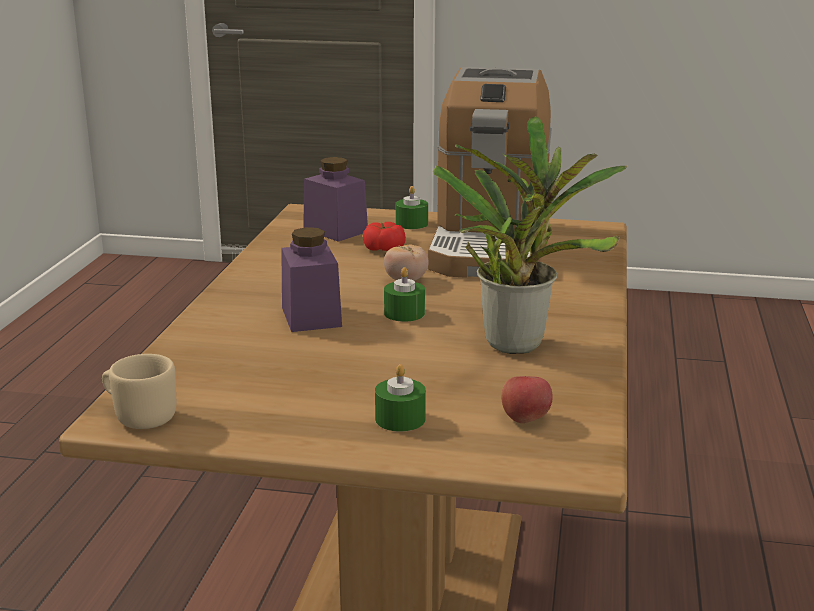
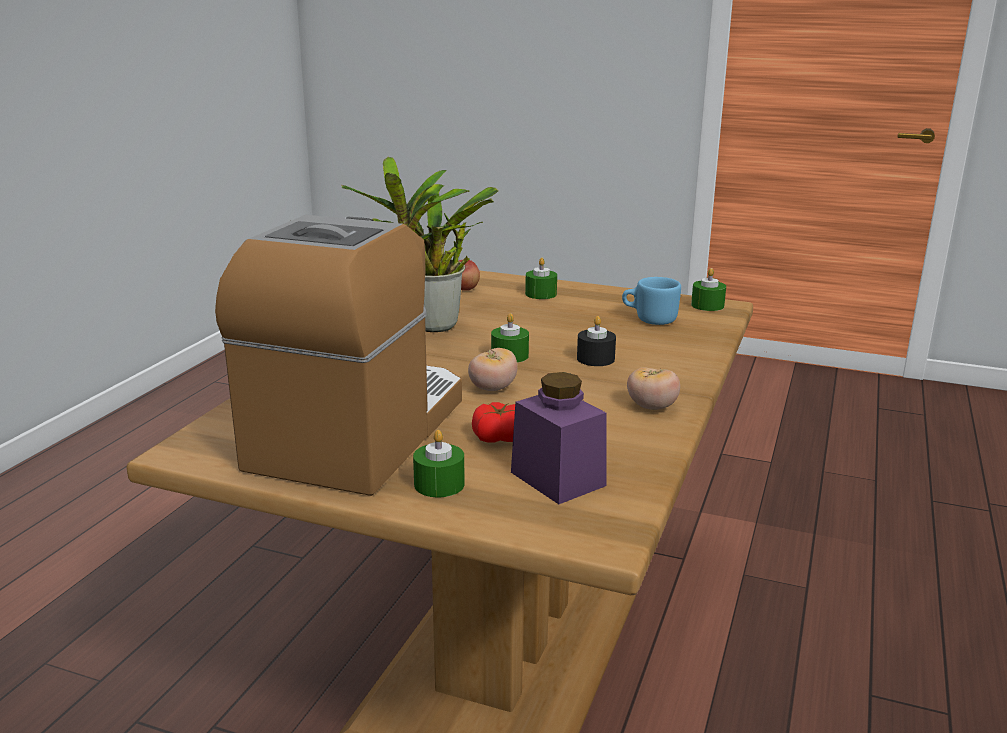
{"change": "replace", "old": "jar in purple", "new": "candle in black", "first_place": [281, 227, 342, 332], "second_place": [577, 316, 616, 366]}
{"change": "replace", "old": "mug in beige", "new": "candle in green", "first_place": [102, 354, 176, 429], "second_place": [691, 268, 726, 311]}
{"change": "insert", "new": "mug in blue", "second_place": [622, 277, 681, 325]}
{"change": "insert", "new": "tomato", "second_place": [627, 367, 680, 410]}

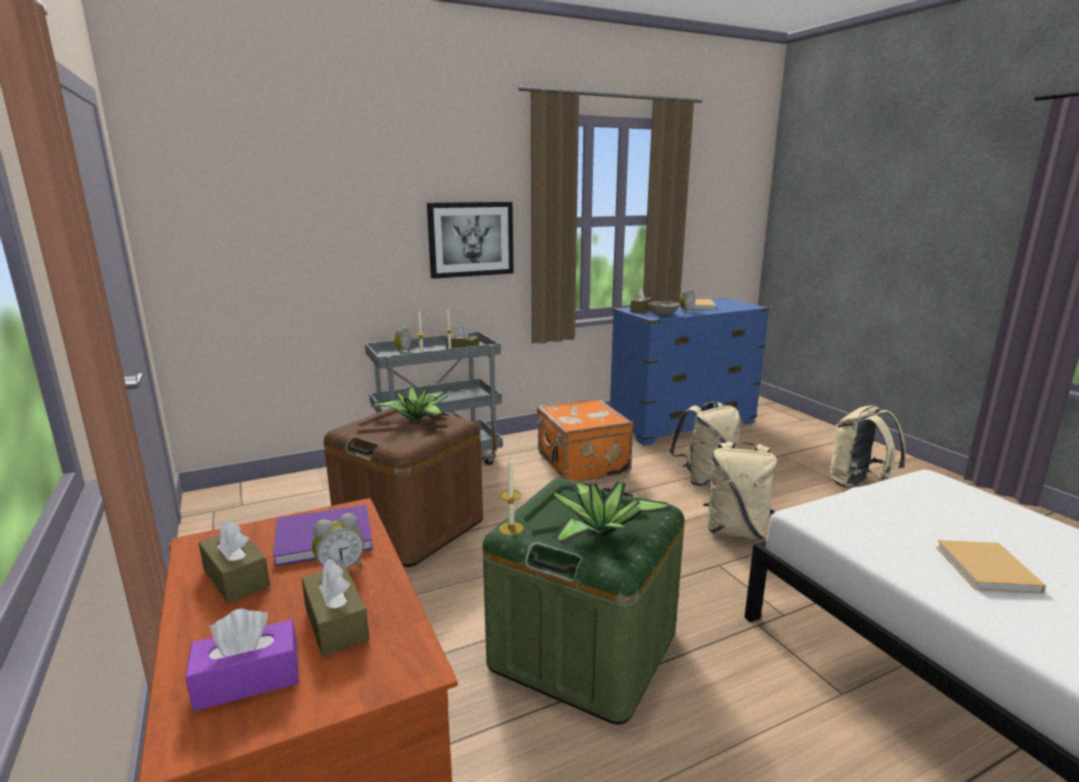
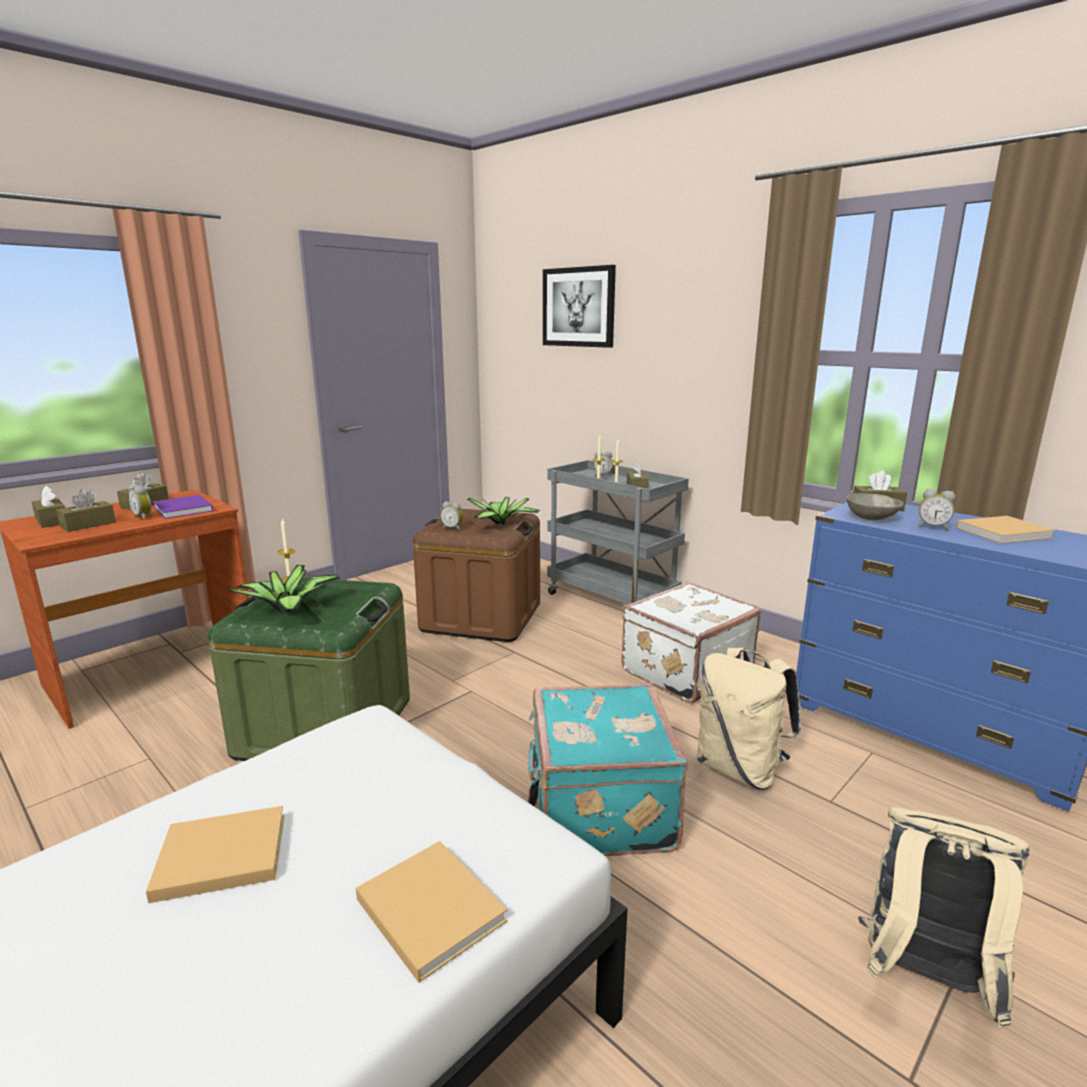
{"change": "move", "old": "picture", "first_place": [427, 202, 514, 279], "second_place": [543, 265, 616, 348]}
{"change": "recolor", "old": "suitcase in orange", "new": "suitcase in white", "first_place": [537, 398, 633, 482], "second_place": [621, 582, 762, 703]}
{"change": "replace", "old": "backpack in beige", "new": "suitcase in turquoise", "first_place": [703, 441, 777, 539], "second_place": [528, 684, 688, 856]}
{"change": "recolor", "old": "tissue box in purple", "new": "tissue box in brown", "first_place": [185, 609, 299, 711], "second_place": [32, 486, 65, 528]}
{"change": "insert", "new": "alarm clock", "second_place": [441, 502, 463, 530]}
{"change": "insert", "new": "book in beige", "second_place": [356, 841, 507, 983]}

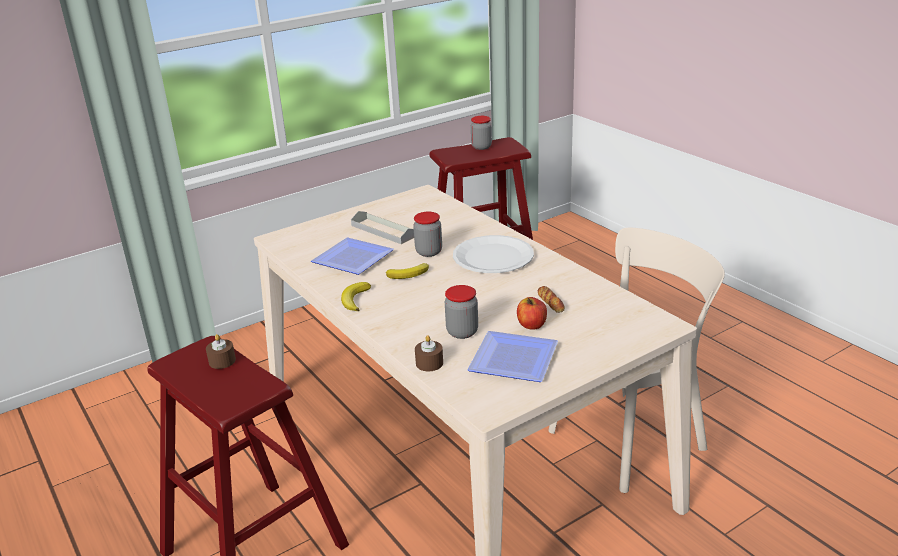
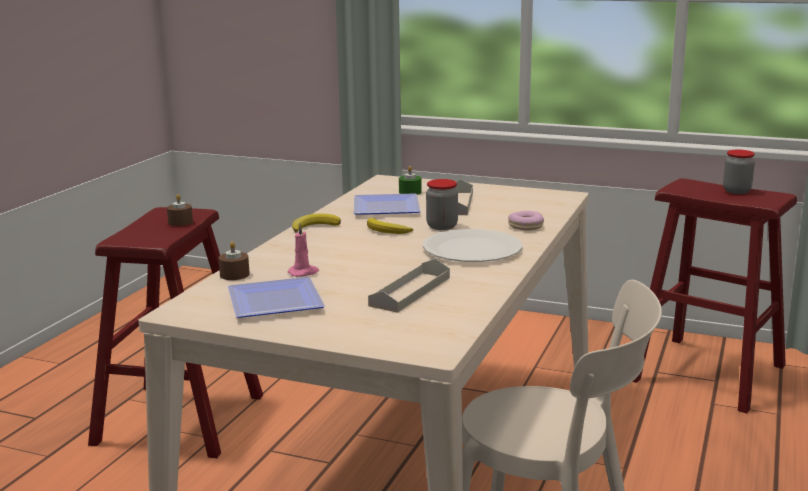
{"change": "replace", "old": "jar", "new": "candle in pink", "first_place": [445, 285, 478, 339], "second_place": [288, 223, 319, 277]}
{"change": "replace", "old": "bread", "new": "tray in grey", "first_place": [538, 286, 565, 313], "second_place": [368, 259, 450, 313]}
{"change": "delete", "old": "apple", "first_place": [517, 297, 547, 330]}
{"change": "insert", "new": "candle in green", "second_place": [399, 166, 422, 195]}
{"change": "insert", "new": "donut", "second_place": [508, 211, 544, 230]}

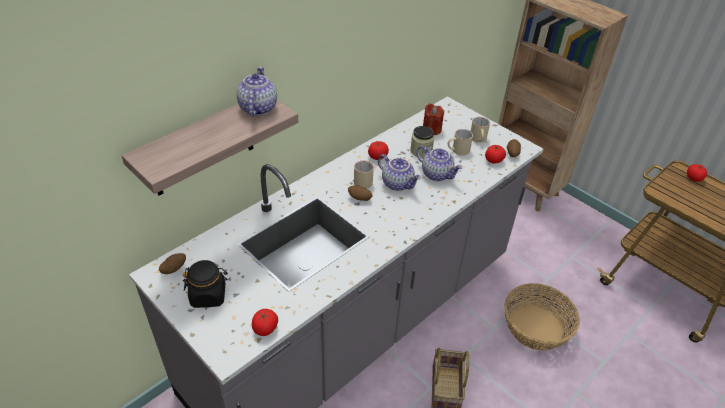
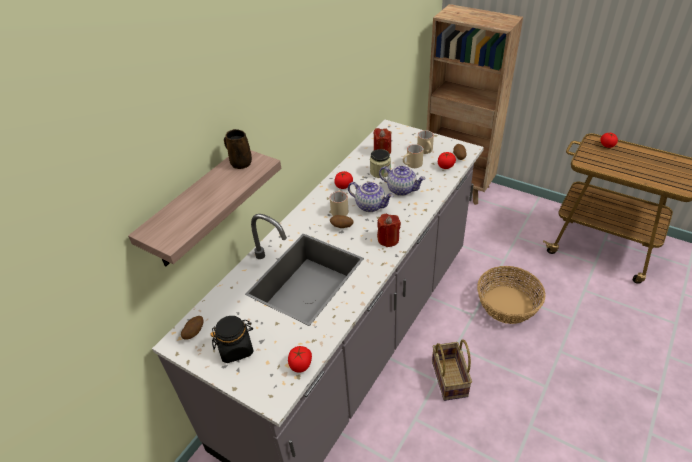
{"change": "replace", "old": "teapot", "new": "mug in brown", "first_place": [237, 66, 277, 116], "second_place": [224, 129, 252, 169]}
{"change": "insert", "new": "candle in red", "second_place": [377, 214, 401, 247]}

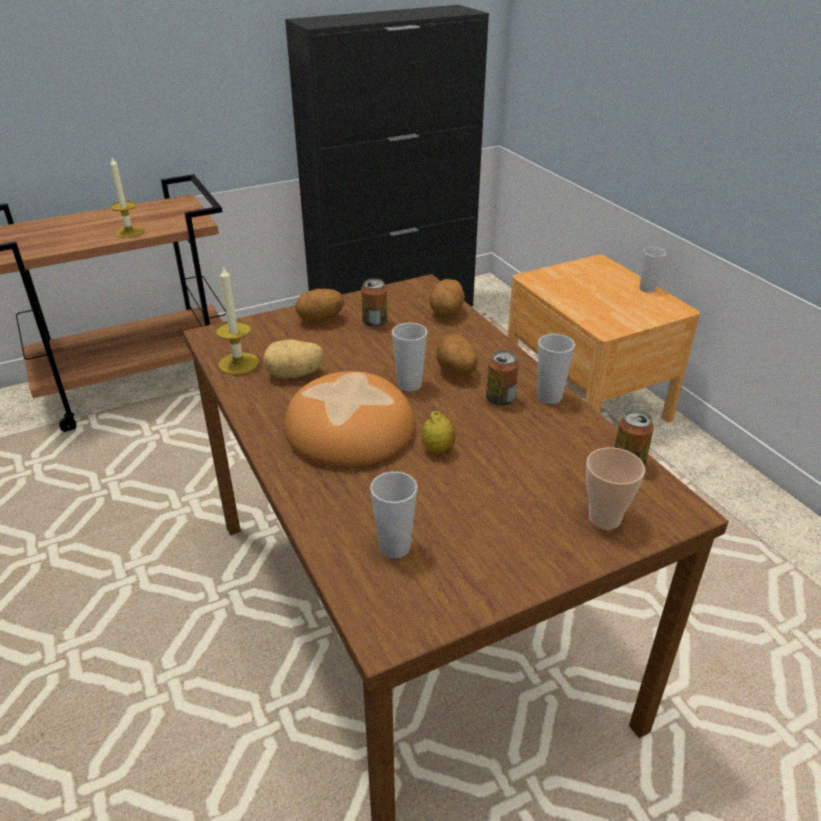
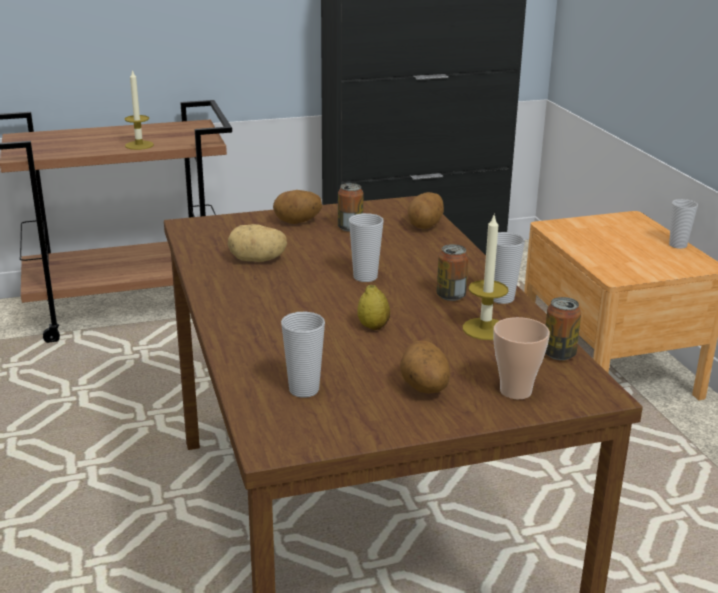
{"change": "move", "old": "candle", "first_place": [216, 265, 259, 375], "second_place": [463, 213, 508, 340]}
{"change": "move", "old": "potato", "first_place": [437, 334, 478, 375], "second_place": [400, 341, 450, 394]}
{"change": "delete", "old": "bread", "first_place": [284, 371, 415, 468]}

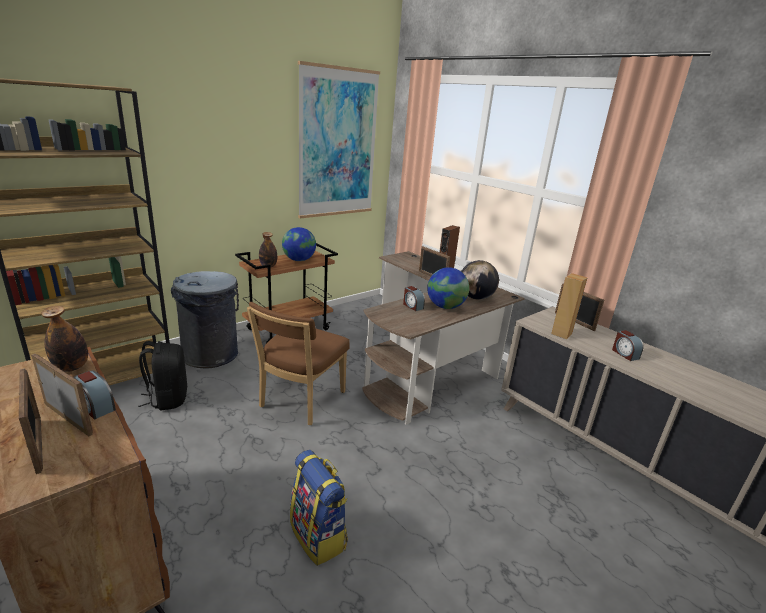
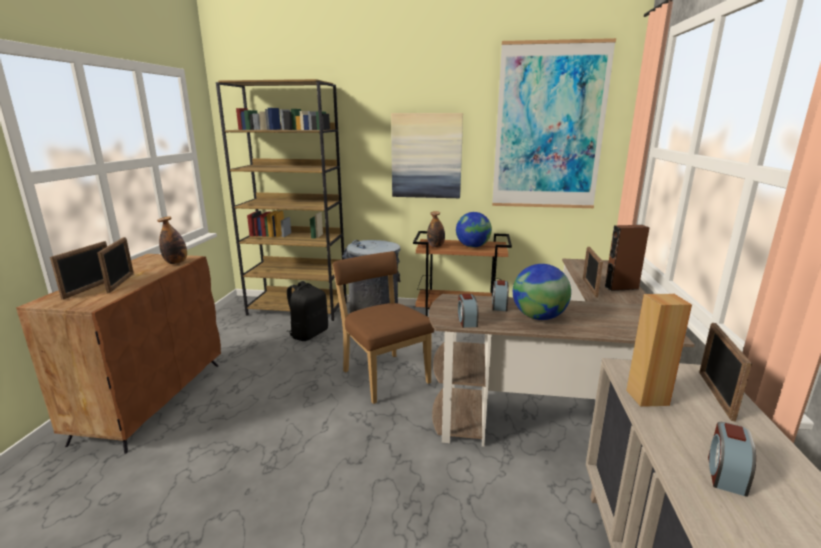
{"change": "delete", "old": "globe", "first_place": [461, 260, 499, 300]}
{"change": "rotate", "old": "chair in brown", "first_place": [247, 302, 350, 425], "second_place": [332, 251, 434, 404], "degrees": 75}
{"change": "move", "old": "alarm clock", "first_place": [73, 371, 116, 419], "second_place": [458, 294, 479, 328]}
{"change": "delete", "old": "backpack", "first_place": [290, 450, 348, 566]}
{"change": "insert", "new": "picture", "second_place": [391, 113, 463, 198]}

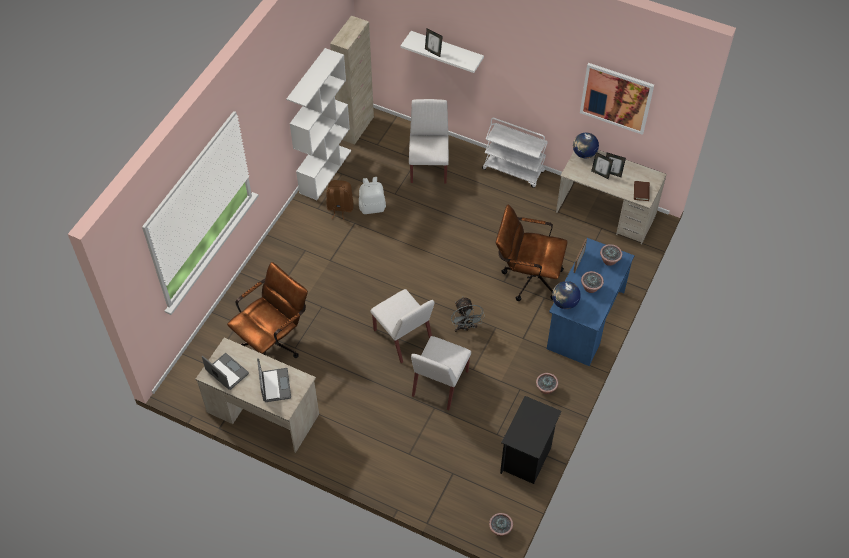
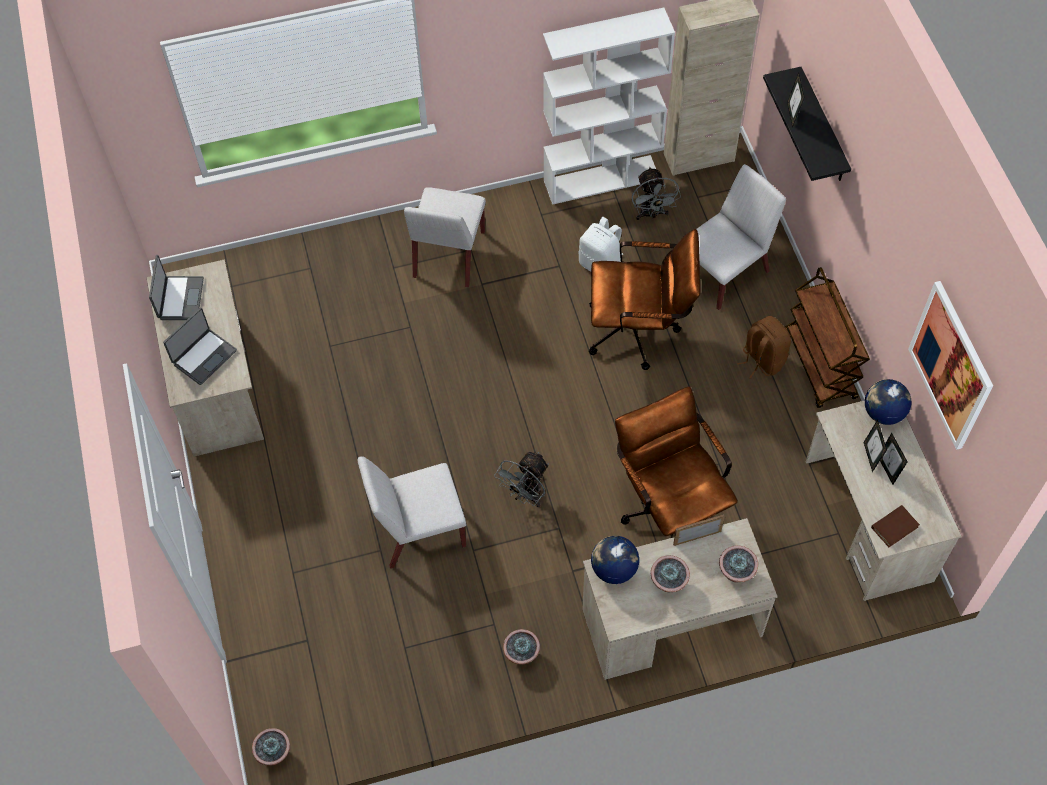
{"change": "recolor", "old": "shelf in white", "new": "shelf in black", "first_place": [400, 31, 484, 73], "second_place": [763, 67, 851, 181]}
{"change": "recolor", "old": "cart in white", "new": "cart in brown", "first_place": [482, 118, 548, 188], "second_place": [785, 267, 870, 408]}
{"change": "move", "old": "backpack in brown", "first_place": [326, 180, 354, 220], "second_place": [737, 316, 791, 379]}
{"change": "recolor", "old": "desk in blue", "new": "desk in beige", "first_place": [547, 238, 635, 366], "second_place": [582, 518, 778, 680]}
{"change": "move", "old": "office chair in brown", "first_place": [227, 262, 308, 358], "second_place": [589, 229, 701, 370]}
{"change": "move", "old": "chair in white", "first_place": [370, 289, 435, 363], "second_place": [404, 187, 486, 287]}
{"change": "delete", "old": "nightstand in black", "first_place": [500, 396, 562, 484]}
{"change": "insert", "new": "fan in grey", "second_place": [632, 167, 681, 220]}

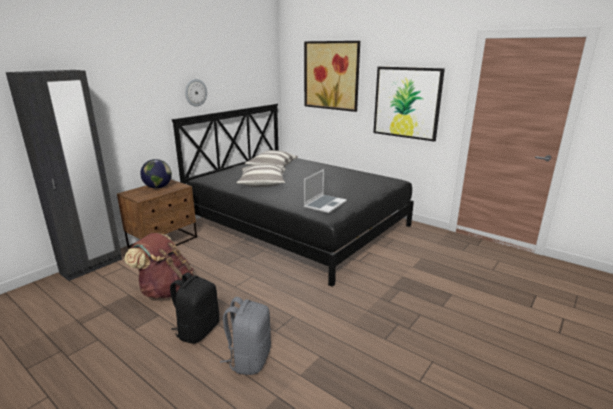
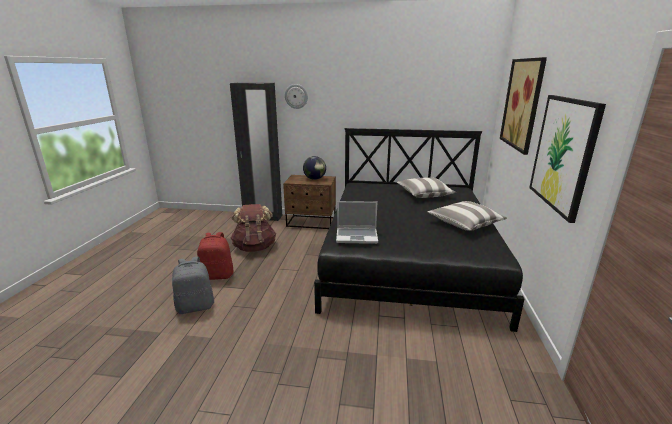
{"change": "move", "old": "wall clock", "first_place": [185, 79, 207, 106], "second_place": [285, 84, 308, 109]}
{"change": "move", "old": "pillow", "first_place": [237, 164, 286, 187], "second_place": [428, 201, 507, 231]}
{"change": "recolor", "old": "backpack in black", "new": "backpack in red", "first_place": [170, 272, 219, 344], "second_place": [197, 232, 234, 280]}

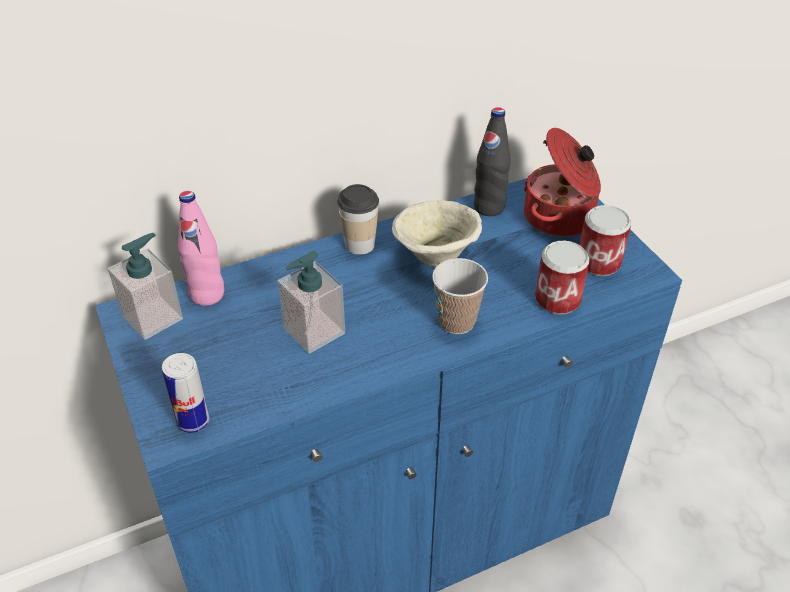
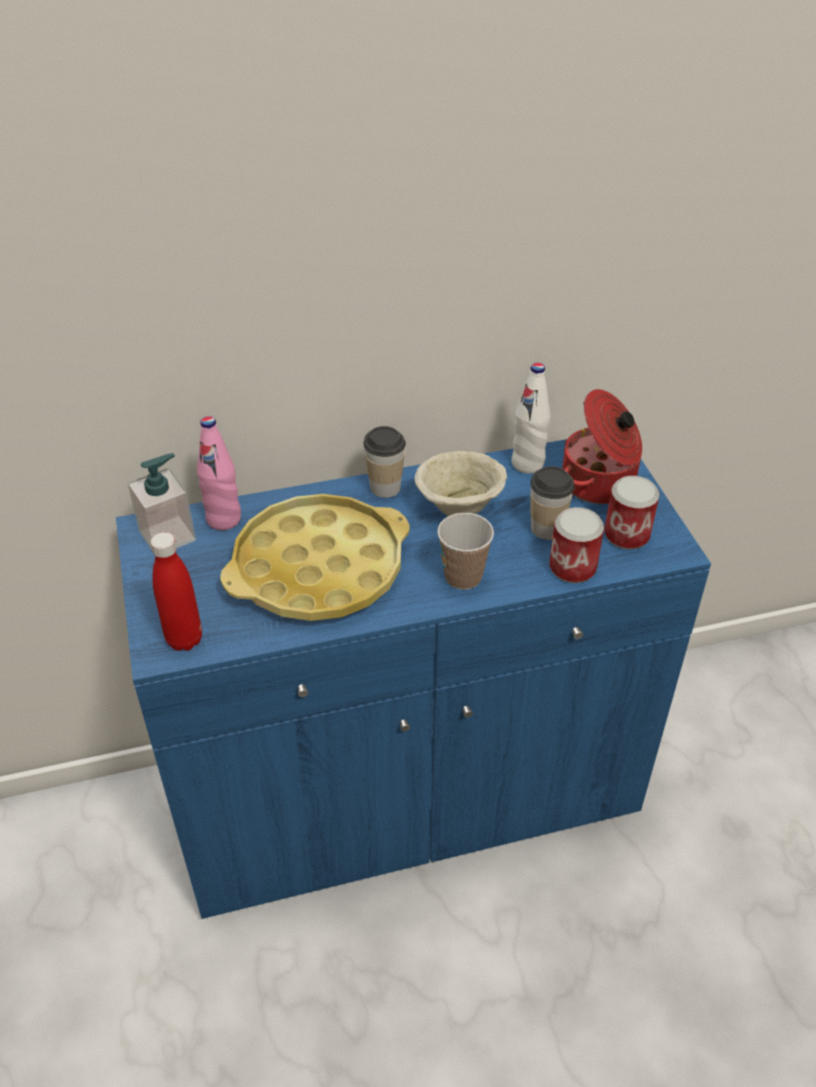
{"change": "recolor", "old": "bottle in black", "new": "bottle in white", "first_place": [474, 107, 511, 216], "second_place": [512, 363, 550, 474]}
{"change": "replace", "old": "soap dispenser", "new": "tray in yellow", "first_place": [278, 251, 345, 354], "second_place": [220, 494, 410, 621]}
{"change": "replace", "old": "can", "new": "bottle in red", "first_place": [162, 353, 209, 433], "second_place": [151, 532, 202, 651]}
{"change": "insert", "new": "cup", "second_place": [530, 466, 575, 540]}

